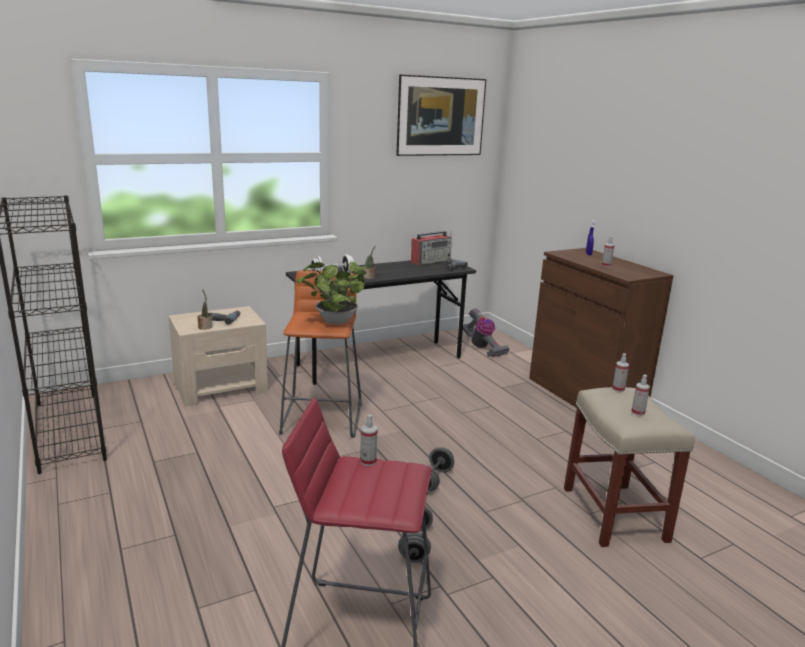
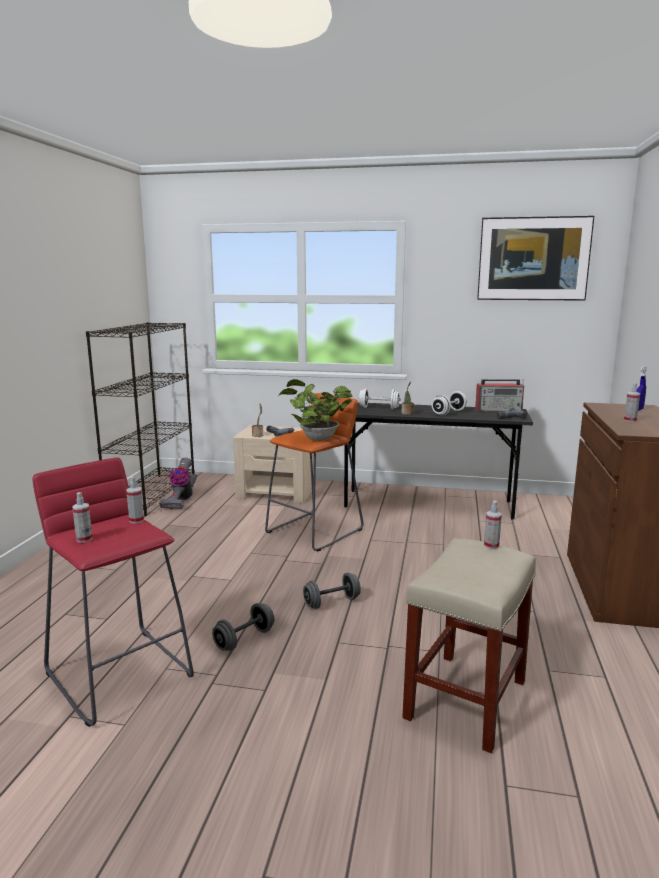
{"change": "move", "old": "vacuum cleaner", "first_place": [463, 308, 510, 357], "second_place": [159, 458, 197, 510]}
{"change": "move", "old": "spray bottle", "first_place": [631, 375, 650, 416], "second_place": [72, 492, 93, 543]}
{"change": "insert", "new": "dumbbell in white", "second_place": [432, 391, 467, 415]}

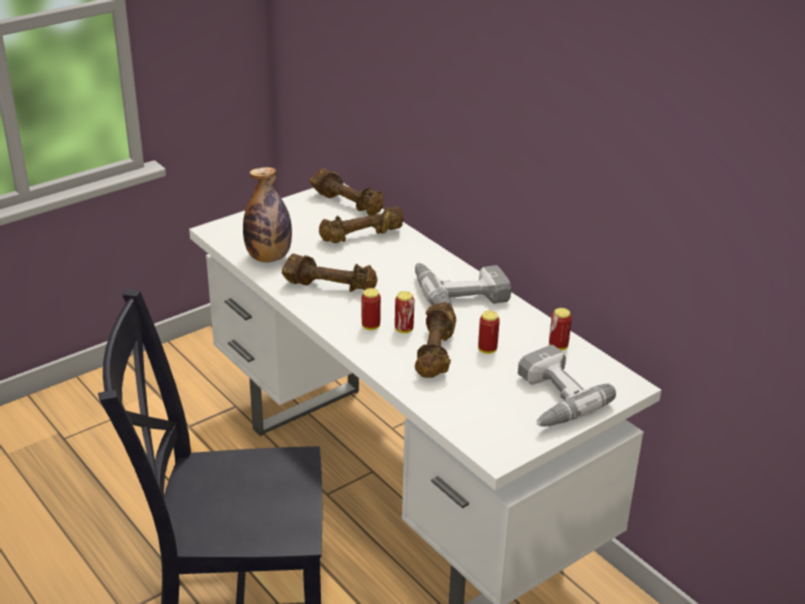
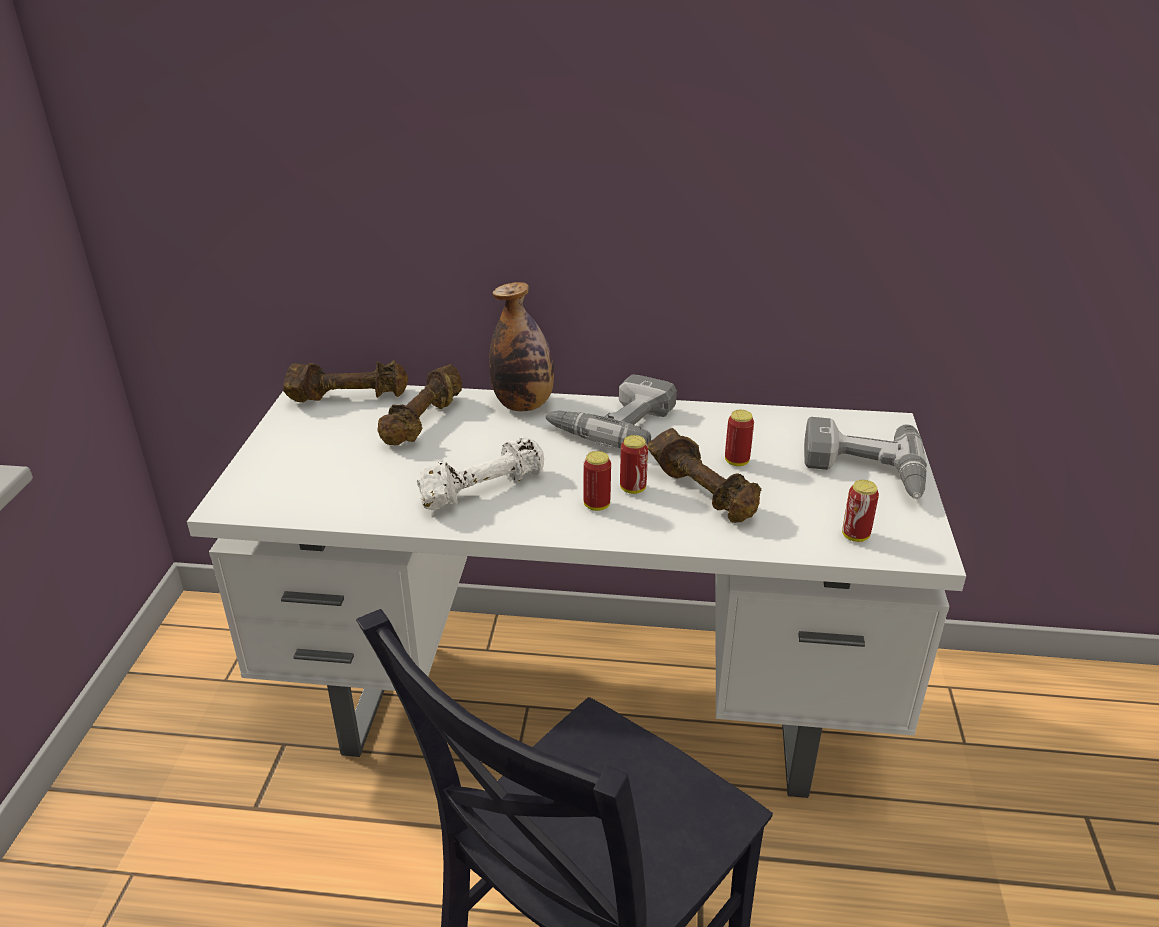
{"change": "move", "old": "bottle", "first_place": [243, 167, 292, 263], "second_place": [489, 282, 554, 411]}
{"change": "recolor", "old": "dumbbell in brown", "new": "dumbbell in white", "first_place": [282, 254, 378, 292], "second_place": [417, 436, 544, 510]}
{"change": "move", "old": "can", "first_place": [549, 308, 572, 350], "second_place": [842, 480, 879, 542]}

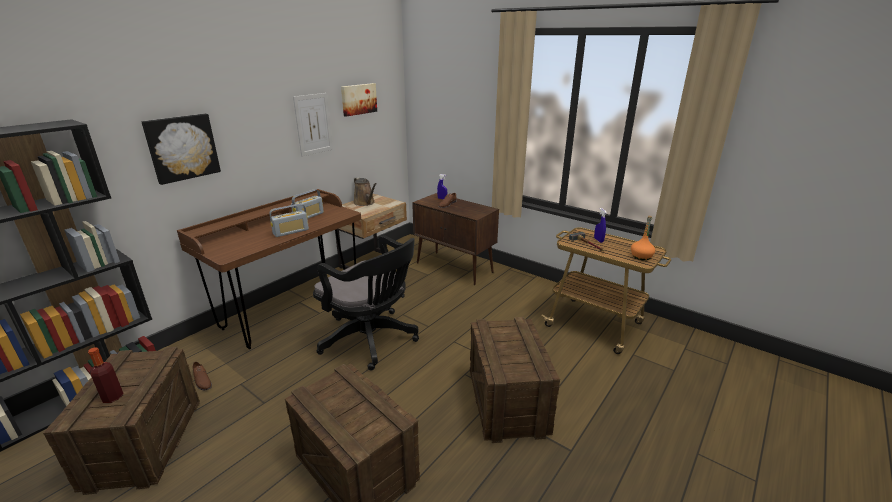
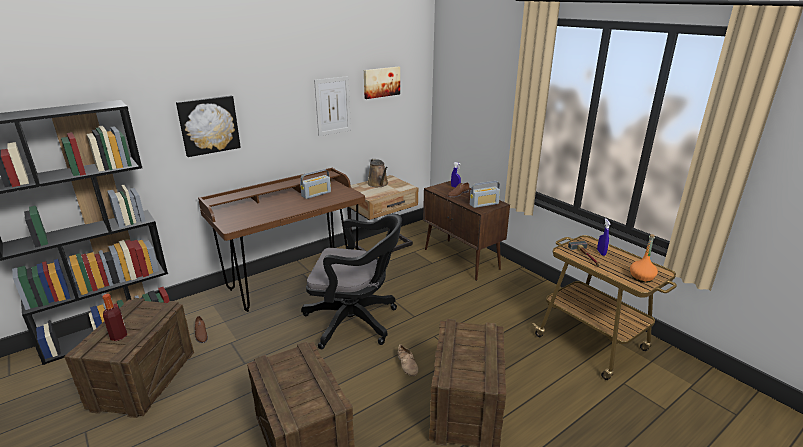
{"change": "move", "old": "radio", "first_place": [269, 204, 309, 237], "second_place": [470, 181, 500, 208]}
{"change": "rotate", "old": "office chair in black", "first_place": [313, 235, 419, 371], "second_place": [301, 214, 402, 349], "degrees": -45}
{"change": "insert", "new": "shoe in beige", "second_place": [397, 345, 418, 376]}

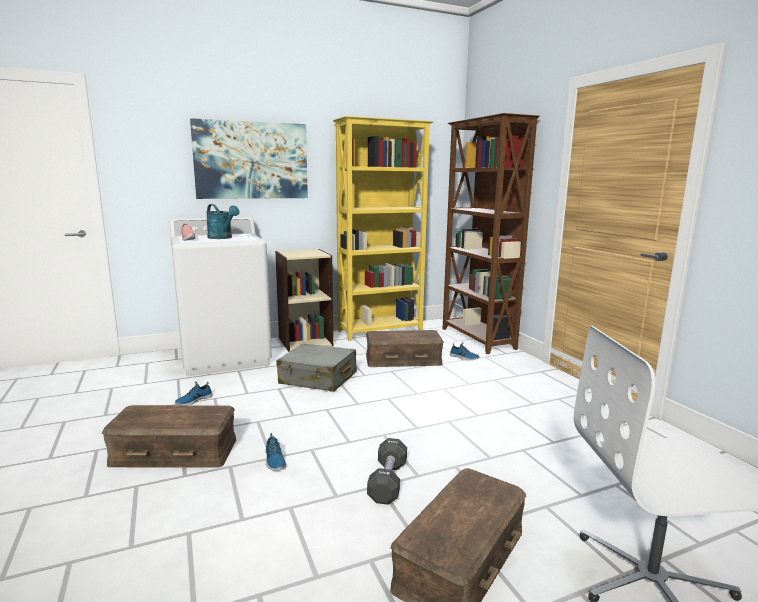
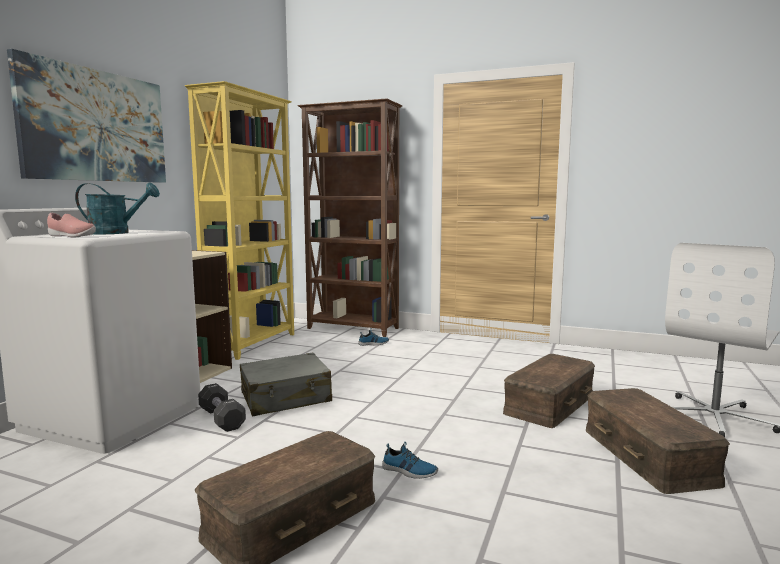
{"change": "move", "old": "storage box in brown", "first_place": [366, 330, 444, 367], "second_place": [503, 354, 595, 428]}
{"change": "delete", "old": "shoe", "first_place": [175, 381, 212, 405]}
{"change": "move", "old": "dumbbell in black", "first_place": [367, 438, 407, 505], "second_place": [198, 383, 246, 432]}

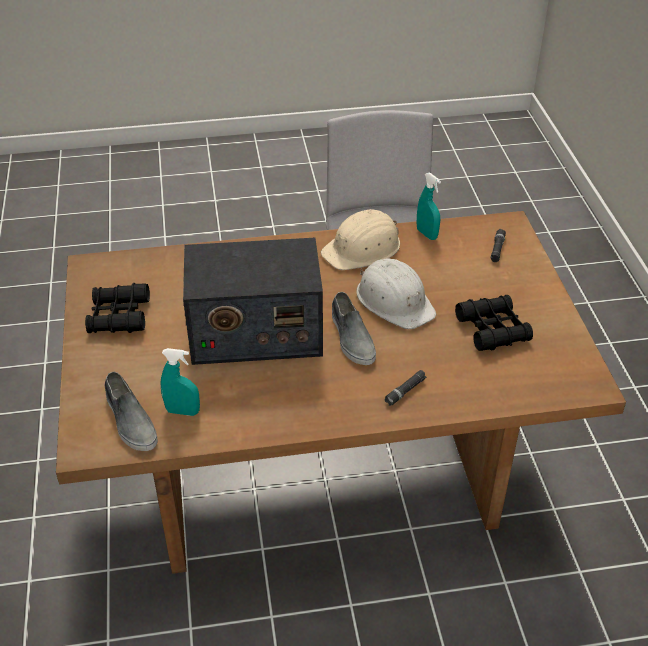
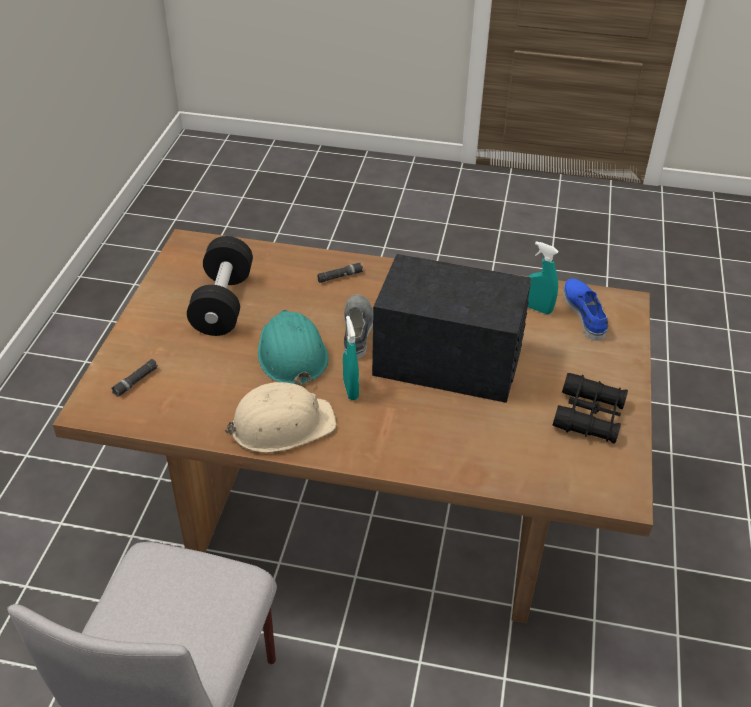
{"change": "move", "old": "spray bottle in turquoise", "first_place": [416, 173, 441, 240], "second_place": [343, 316, 359, 400]}
{"change": "recolor", "old": "hard hat in white", "new": "hard hat in turquoise", "first_place": [357, 259, 436, 329], "second_place": [258, 310, 329, 387]}
{"change": "replace", "old": "binoculars in black", "new": "dumbbell in black", "first_place": [455, 295, 533, 351], "second_place": [187, 236, 253, 336]}
{"change": "recolor", "old": "shoe in grey", "new": "shoe in blue", "first_place": [104, 372, 158, 451], "second_place": [563, 279, 608, 341]}

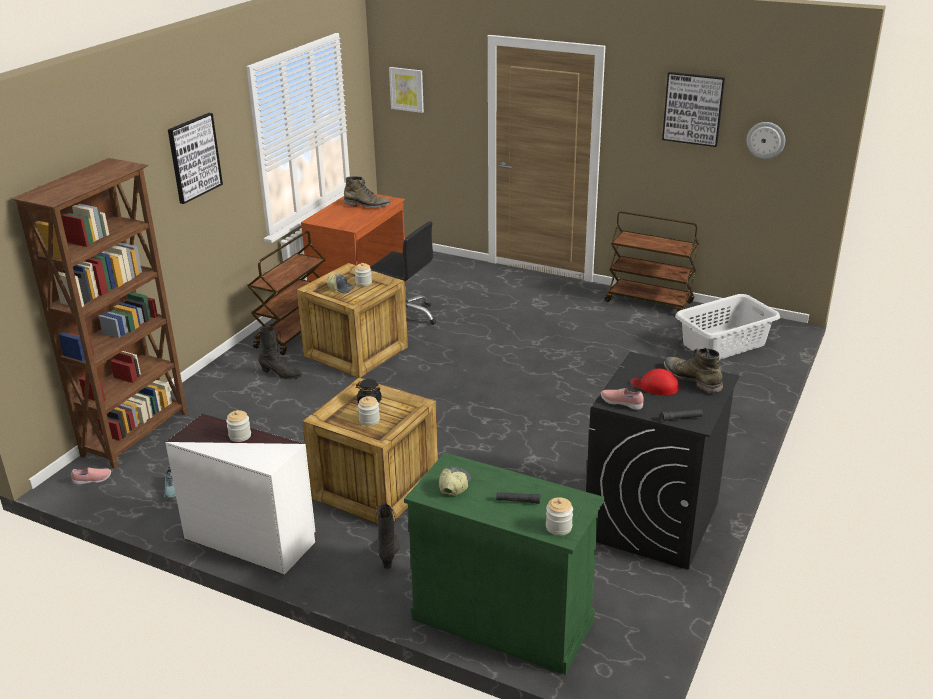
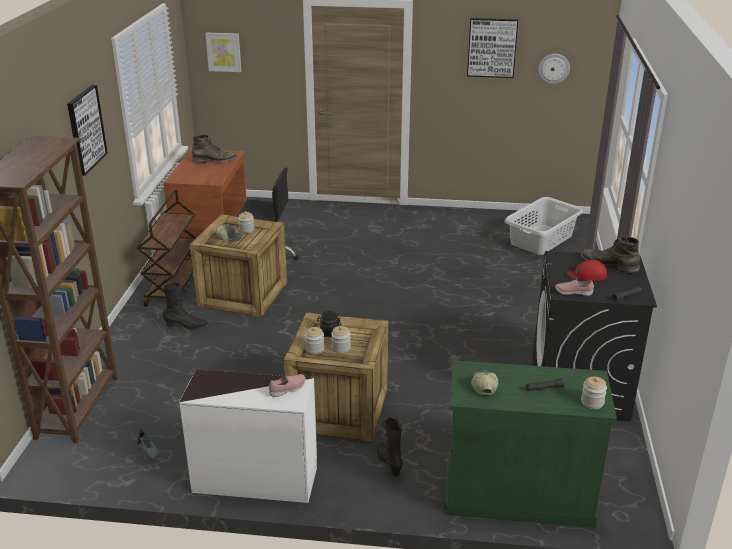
{"change": "delete", "old": "cart in brown", "first_place": [605, 211, 699, 311]}
{"change": "move", "old": "jar", "first_place": [226, 410, 251, 442], "second_place": [305, 327, 324, 354]}
{"change": "move", "old": "shoe in pink", "first_place": [71, 467, 111, 485], "second_place": [269, 374, 306, 397]}

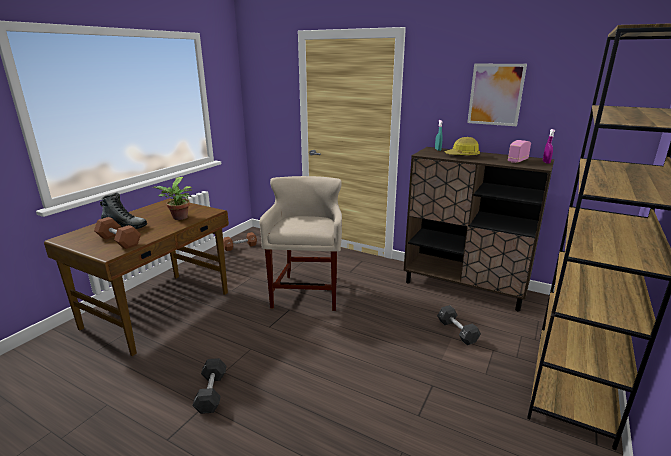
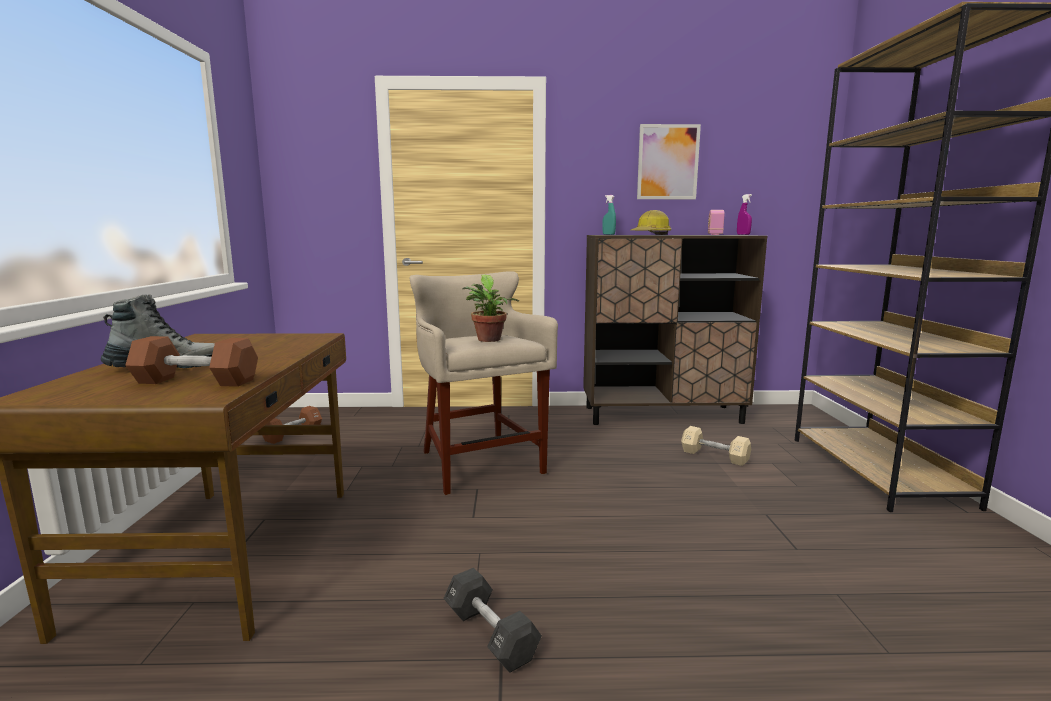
{"change": "move", "old": "potted plant", "first_place": [153, 177, 192, 220], "second_place": [463, 275, 519, 342]}
{"change": "recolor", "old": "dumbbell in black", "new": "dumbbell in beige", "first_place": [437, 305, 481, 345], "second_place": [681, 426, 751, 466]}

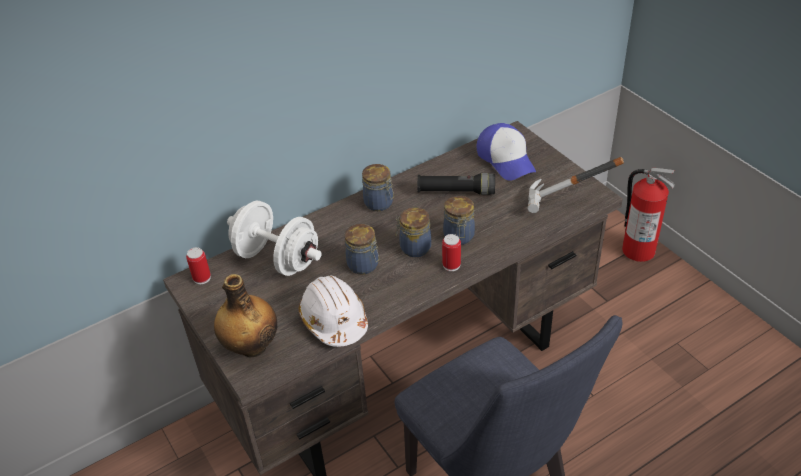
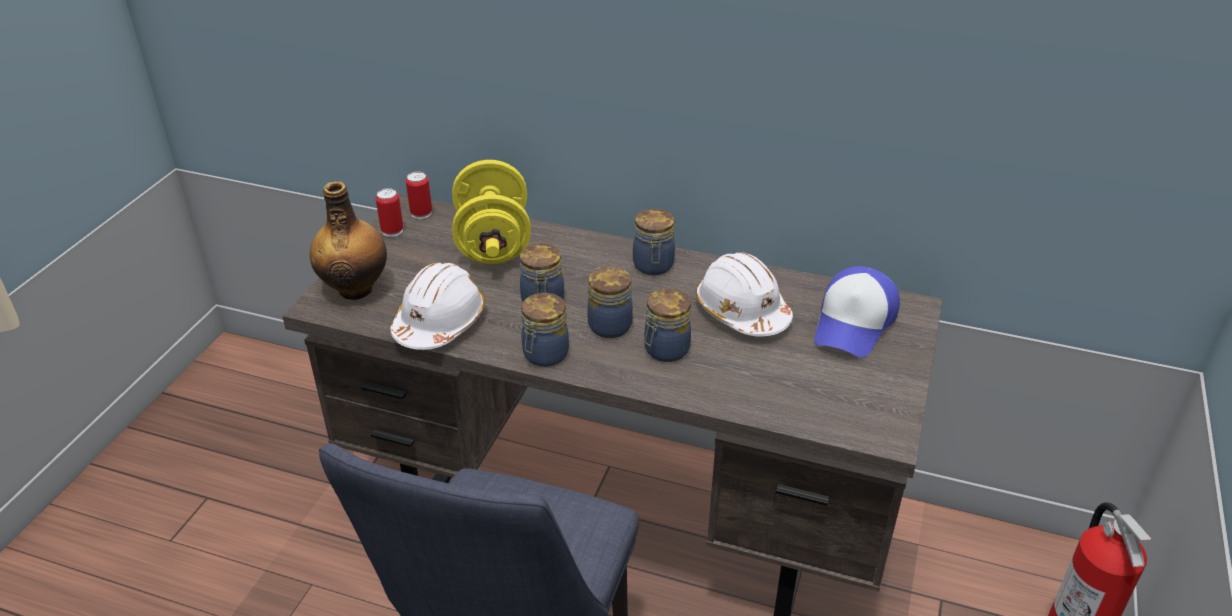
{"change": "delete", "old": "hammer", "first_place": [527, 157, 624, 213]}
{"change": "replace", "old": "flashlight in black", "new": "hard hat in white", "first_place": [417, 173, 495, 195], "second_place": [696, 252, 793, 337]}
{"change": "recolor", "old": "dumbbell in white", "new": "dumbbell in yellow", "first_place": [227, 201, 322, 276], "second_place": [452, 160, 531, 264]}
{"change": "move", "old": "can", "first_place": [442, 234, 461, 271], "second_place": [376, 188, 403, 237]}
{"change": "insert", "new": "jar", "second_place": [521, 293, 569, 367]}

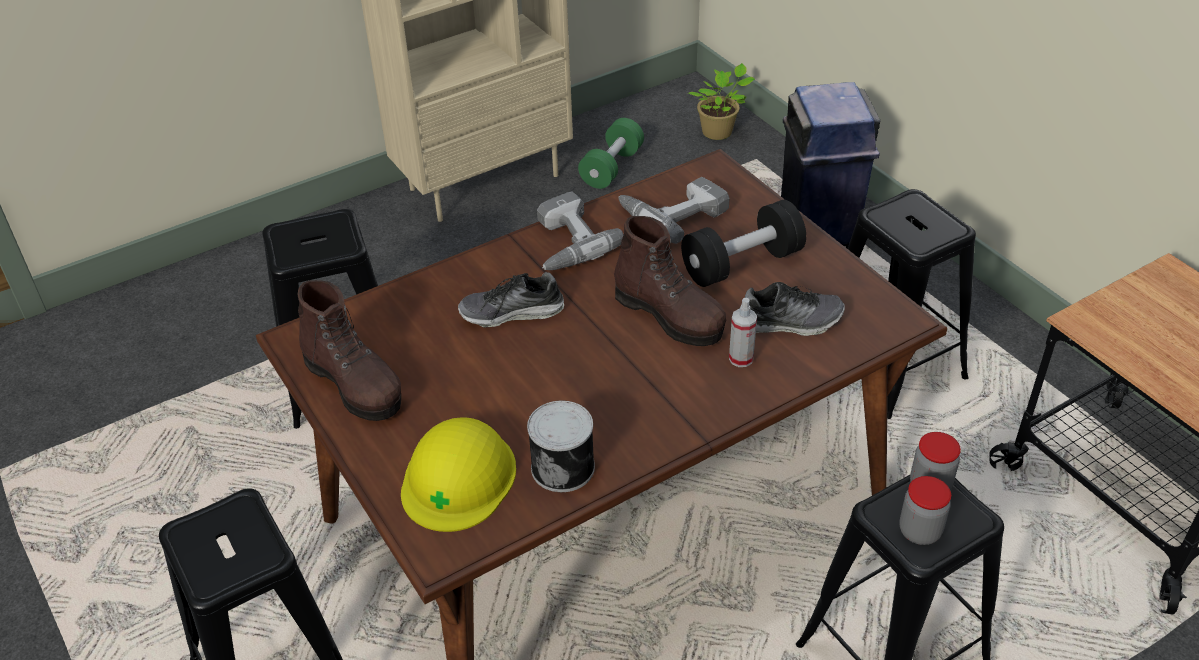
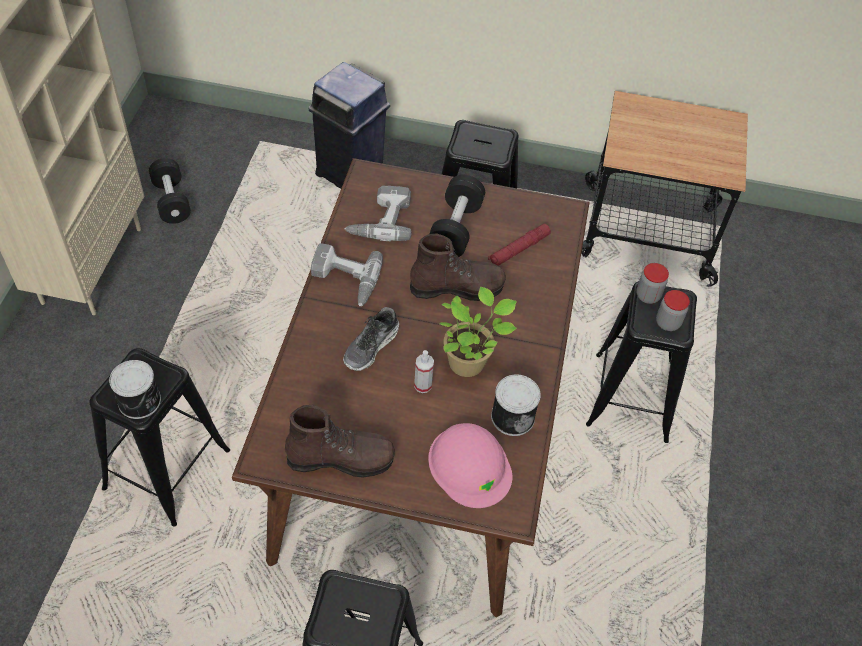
{"change": "move", "old": "potted plant", "first_place": [688, 63, 755, 140], "second_place": [440, 287, 517, 377]}
{"change": "recolor", "old": "dumbbell in green", "new": "dumbbell in black", "first_place": [578, 118, 644, 189], "second_place": [149, 158, 191, 224]}
{"change": "replace", "old": "shoe", "new": "flashlight in red", "first_place": [744, 282, 845, 336], "second_place": [488, 224, 551, 266]}
{"change": "move", "old": "spray bottle", "first_place": [729, 298, 757, 367], "second_place": [414, 350, 434, 393]}
{"change": "recolor", "old": "hard hat in yellow", "new": "hard hat in pink", "first_place": [401, 417, 516, 532], "second_place": [428, 423, 512, 508]}
{"change": "insert", "new": "can", "second_place": [109, 360, 161, 419]}

